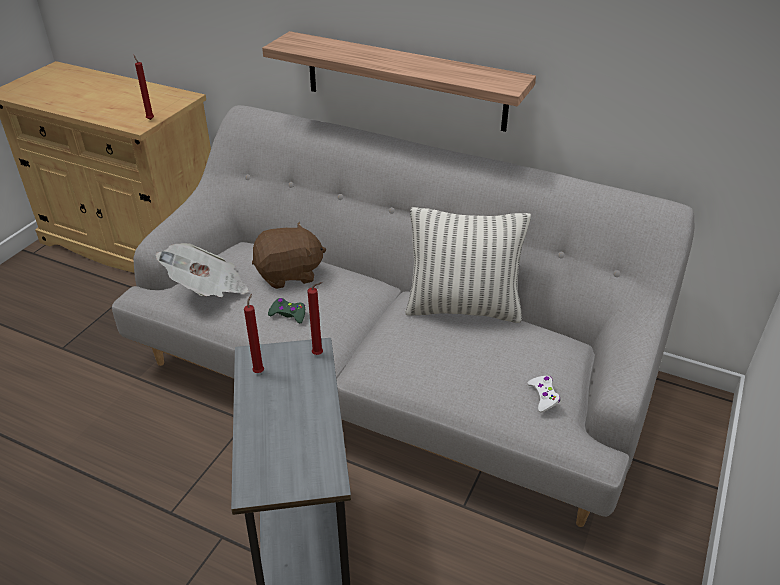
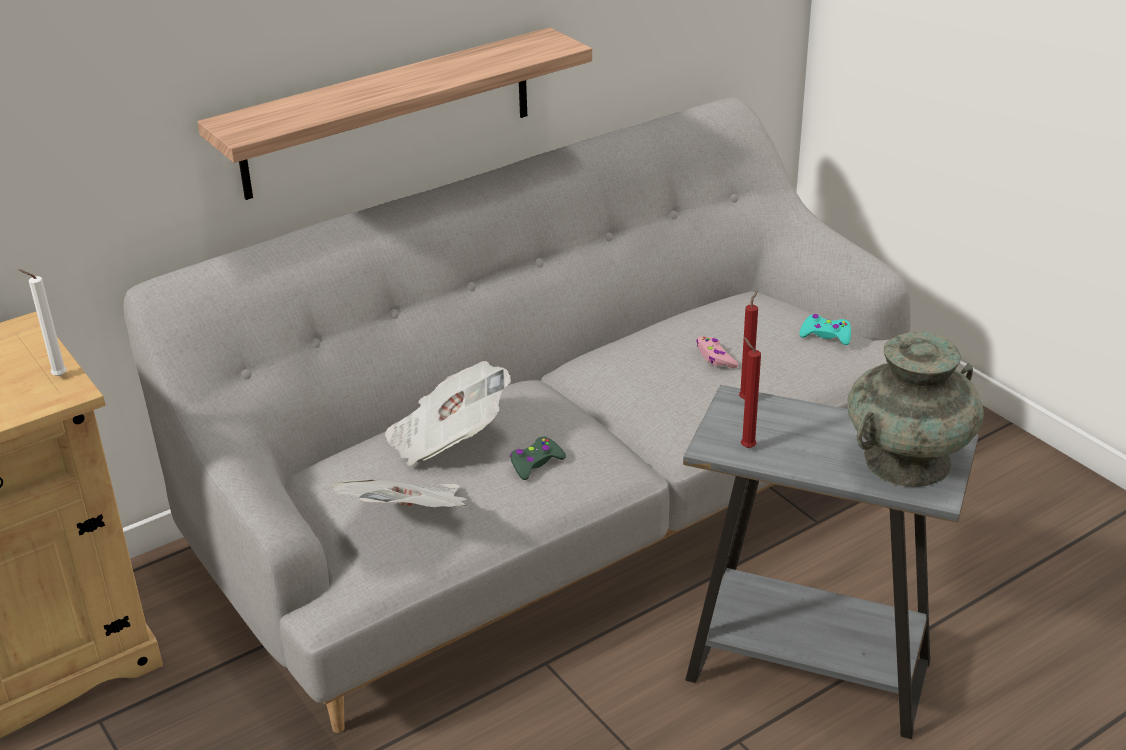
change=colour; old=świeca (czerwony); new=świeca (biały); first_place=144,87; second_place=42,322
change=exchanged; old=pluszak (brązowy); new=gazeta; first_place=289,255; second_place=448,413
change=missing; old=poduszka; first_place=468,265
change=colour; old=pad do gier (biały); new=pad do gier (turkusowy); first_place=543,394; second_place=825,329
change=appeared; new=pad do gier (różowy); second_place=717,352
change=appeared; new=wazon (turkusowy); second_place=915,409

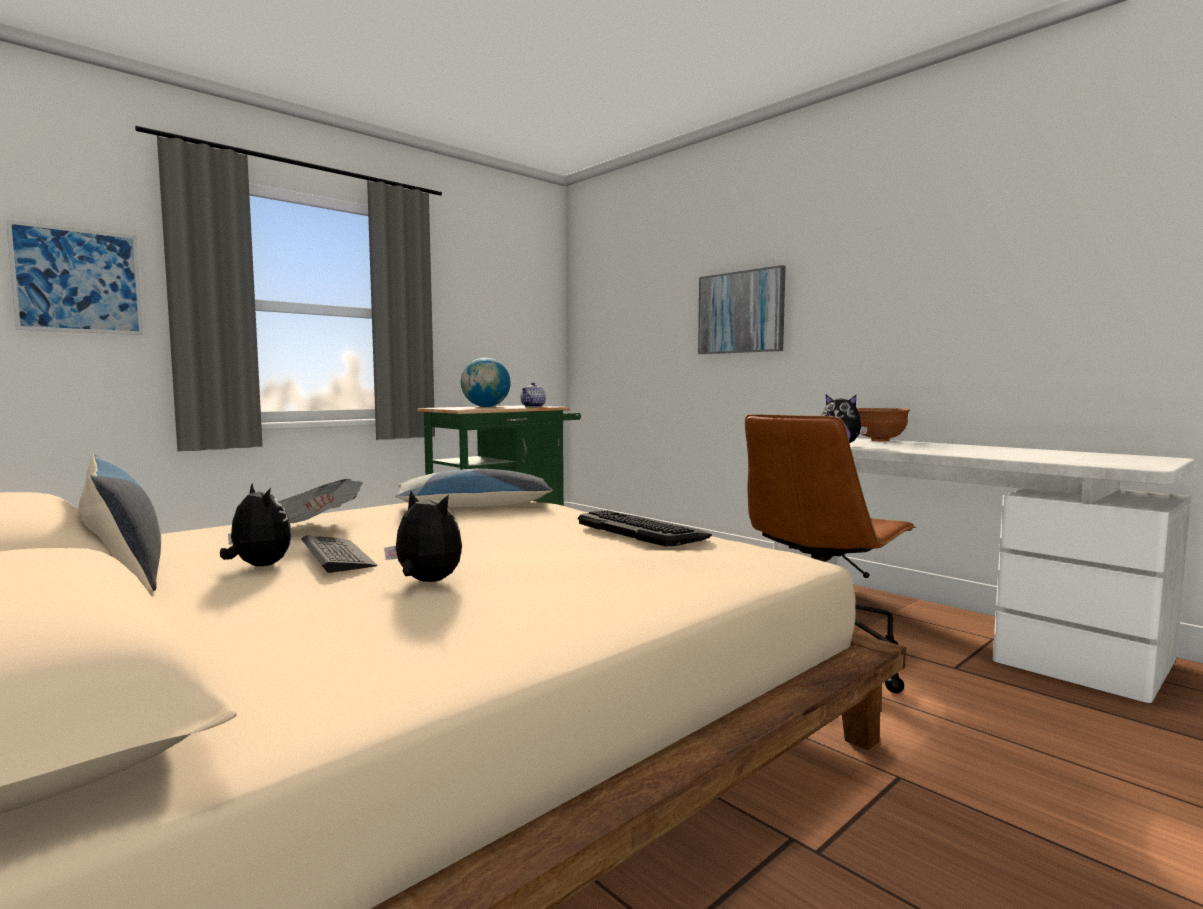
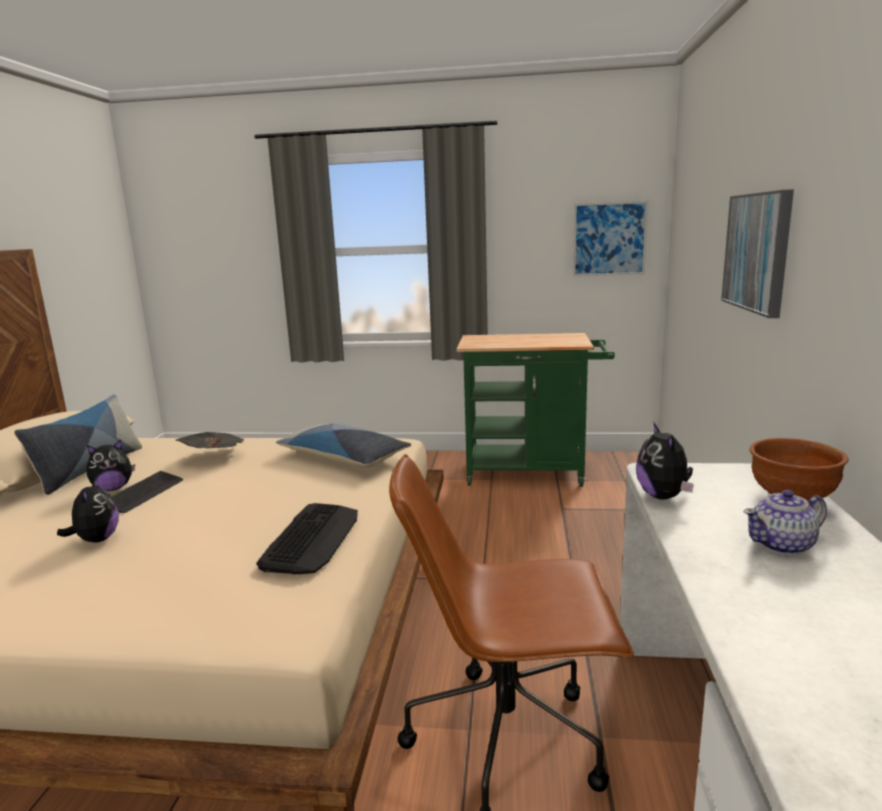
change=relocated; old=obraz; first_place=74,277; second_place=610,238
change=spun; old=pluszak; first_place=256,524; second_place=111,465; degrees=60
change=missing; old=globus; first_place=486,382
change=relocated; old=imbryk; first_place=533,394; second_place=785,522

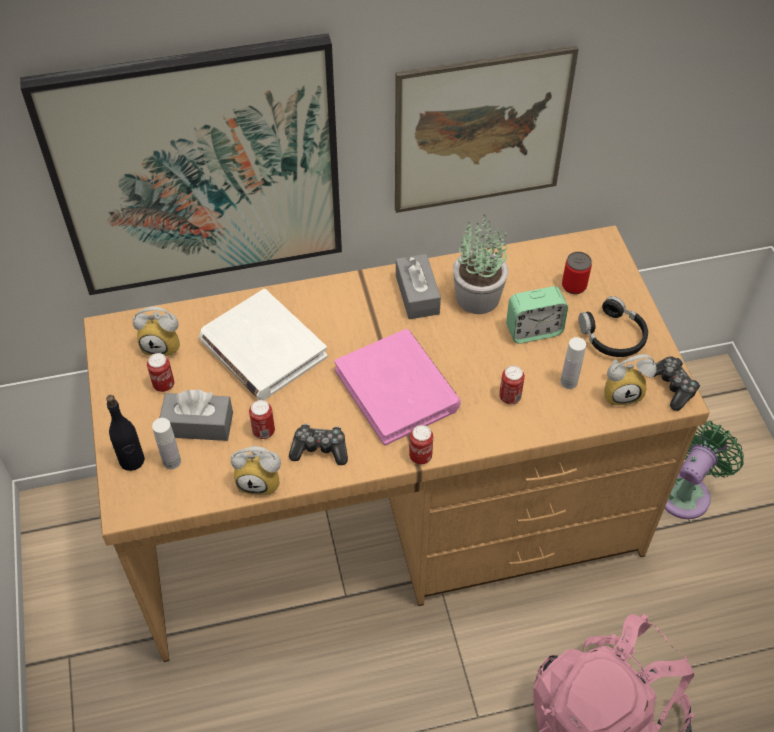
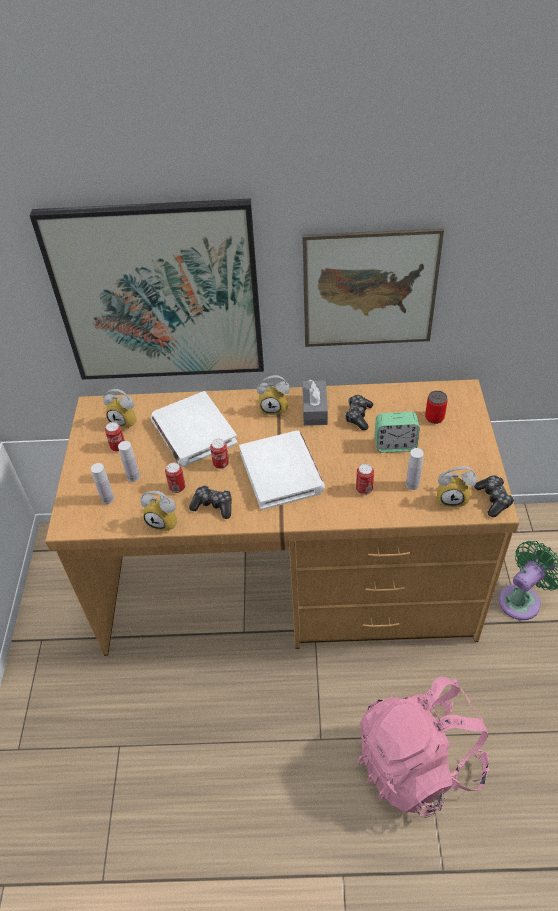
change=missing; old=butelka (czarny); first_place=125,433
change=exchanged; old=pudełko chusteczek (szary); new=butelka (biały); first_place=196,415; second_place=129,461
change=colour; old=książka (różowy); new=książka (biały); first_place=397,387; second_place=282,470
change=relocated; old=puszka; first_place=421,444; second_place=219,454
change=exchanged; old=roślina doniczkowa; new=pad do gier; first_place=480,264; second_place=359,412
change=missing; old=słuchawki (czarny); first_place=613,326
change=appeared; new=budzik; second_place=273,395

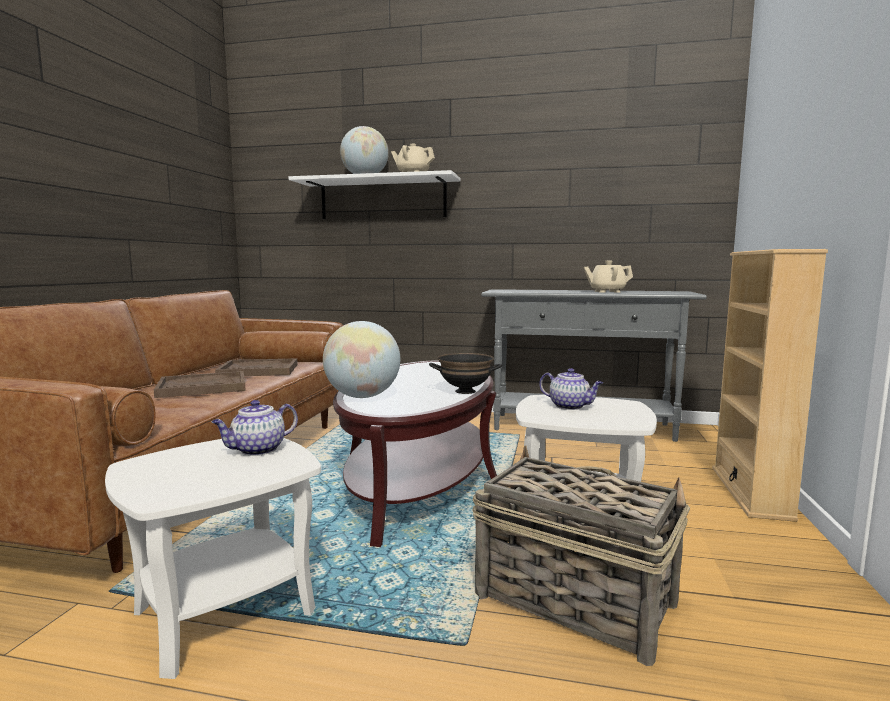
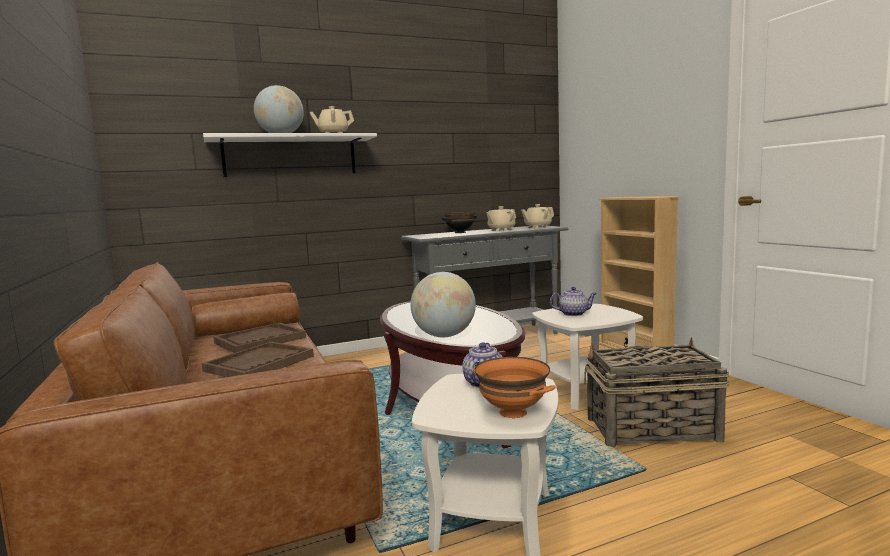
change=relocated; old=miska (czarny); first_place=466,373; second_place=459,222
change=appeared; new=miska (pomarańczowy); second_place=514,387
change=appeared; new=imbryk (beżowy); second_place=537,216

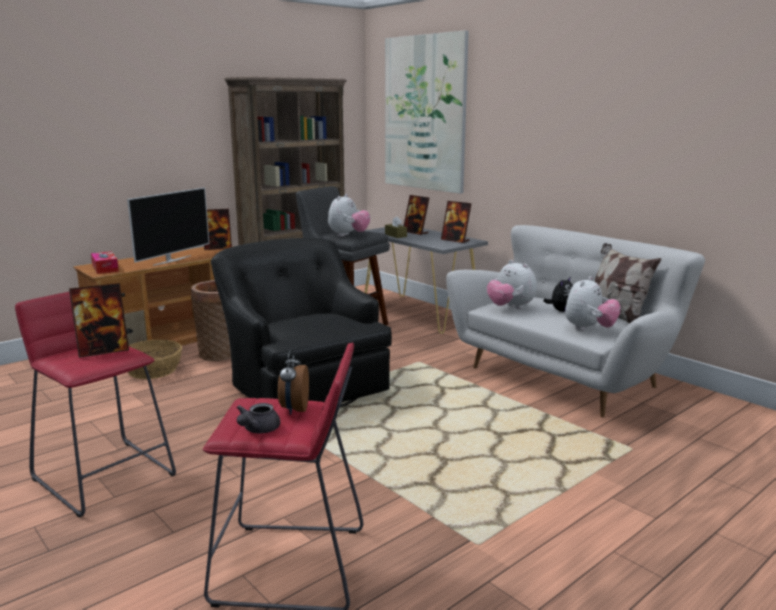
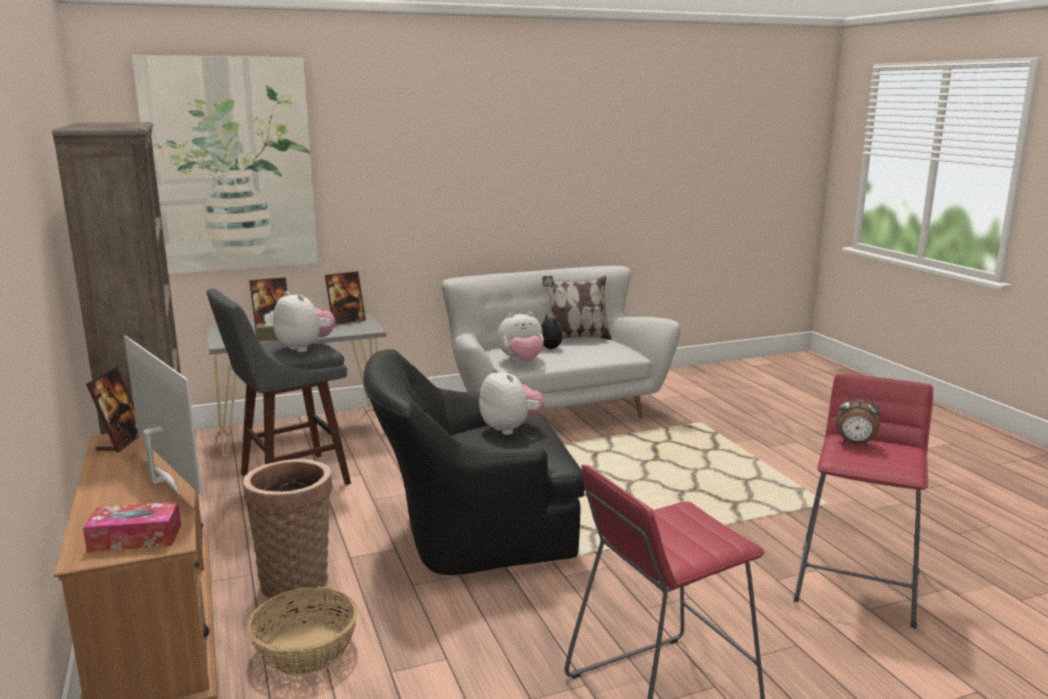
change=missing; old=ramka na zdjęcie; first_place=99,320
change=missing; old=imbryk (szary); first_place=258,418
change=relocated; old=pluszak; first_place=593,303; second_place=512,401

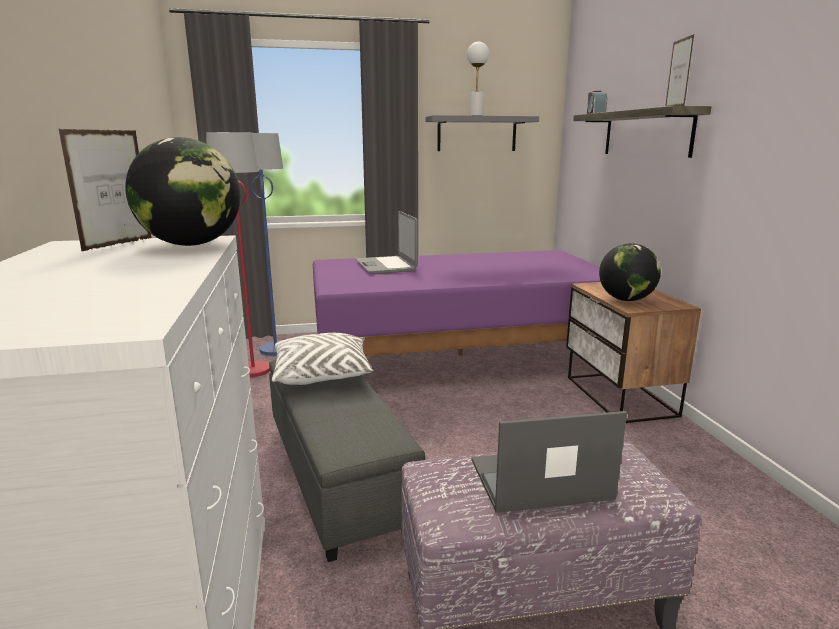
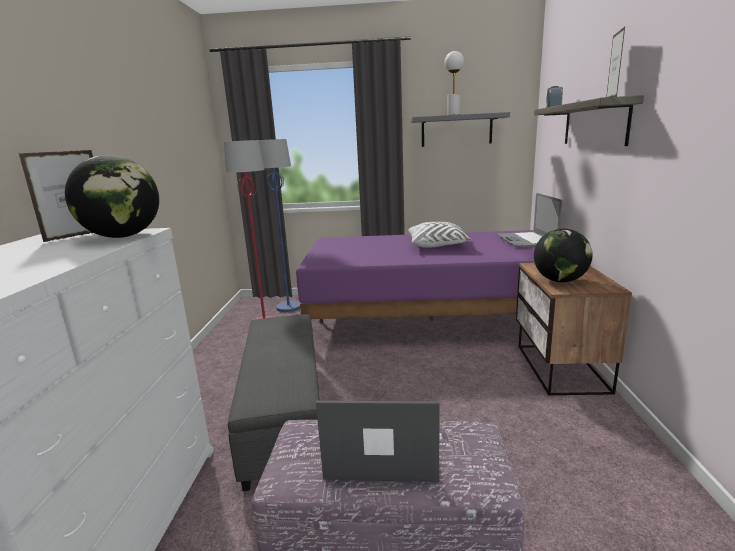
change=relocated; old=poduszka (biały); first_place=322,359; second_place=439,235
change=relocated; old=laptop; first_place=387,242; second_place=530,220

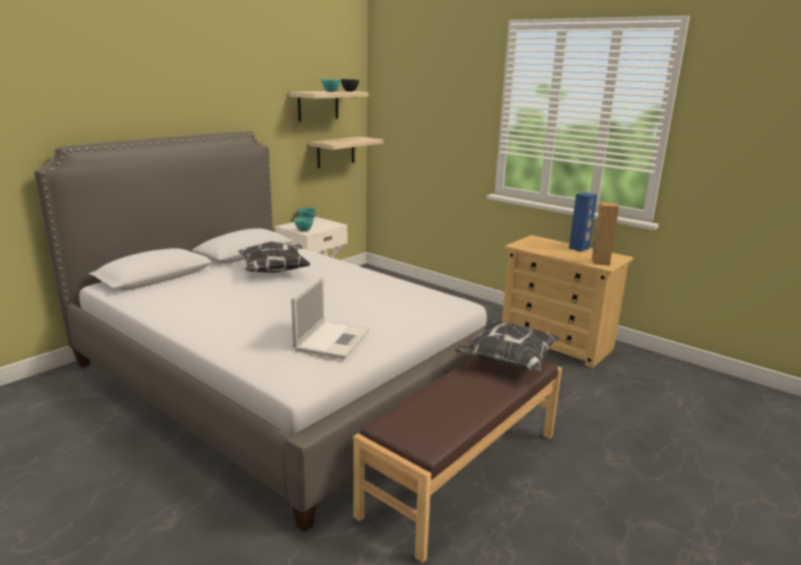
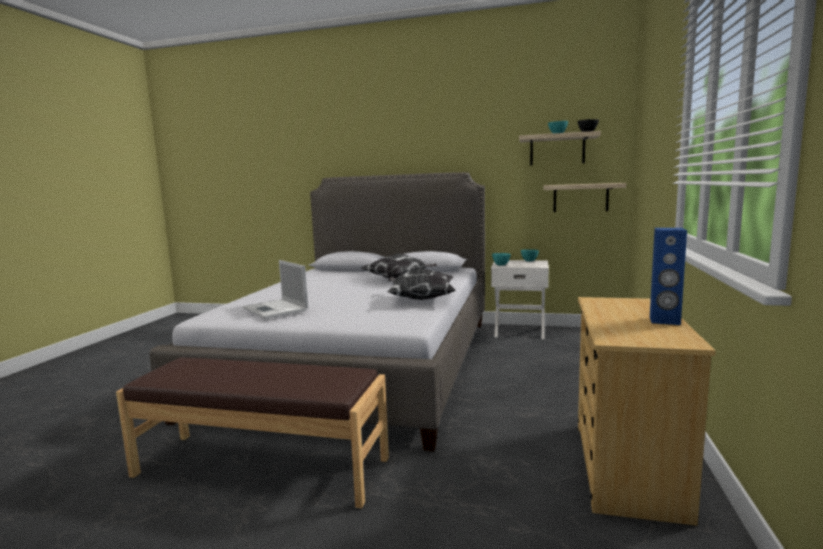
change=spun; old=laptop; first_place=330,317; second_place=275,289; degrees=60
change=relocated; old=poduszka; first_place=508,345; second_place=421,284
change=missing; old=głośnik (brązowy); first_place=605,233

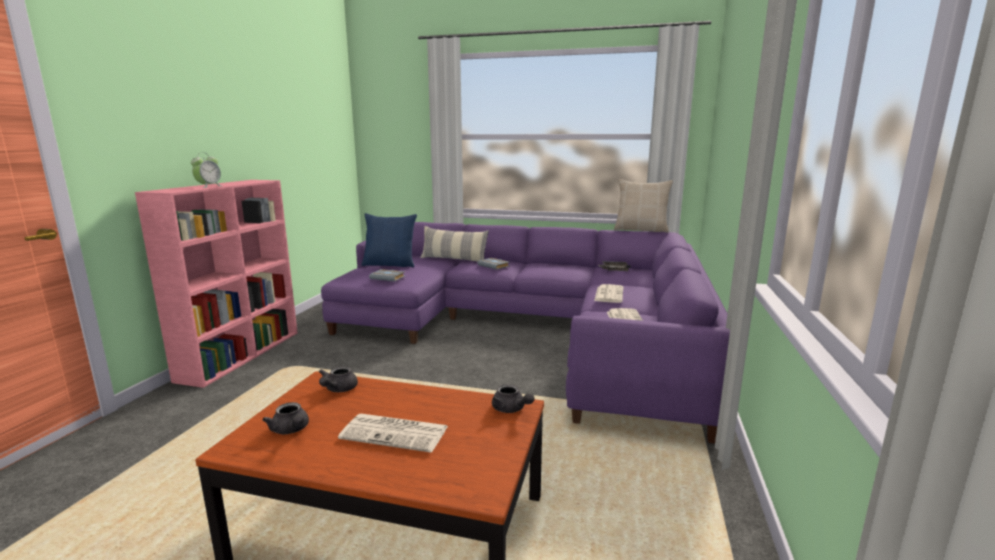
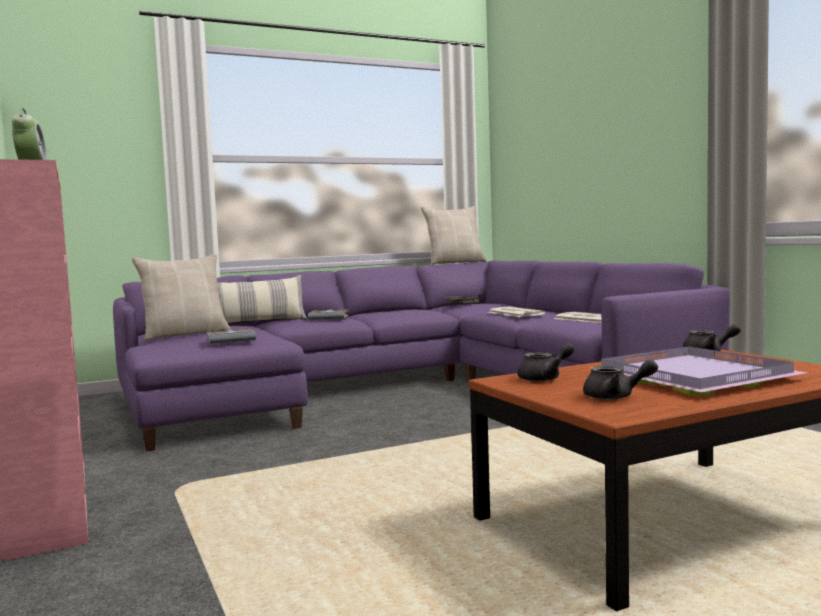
change=spun; old=imbryk (szary); first_place=338,379; second_place=546,362; degrees=-90
change=exchanged; old=gazeta; new=taca (fioletowy); first_place=393,433; second_place=699,371
change=colour; old=poduszka (niebieski); new=poduszka (beżowy); first_place=389,240; second_place=181,297

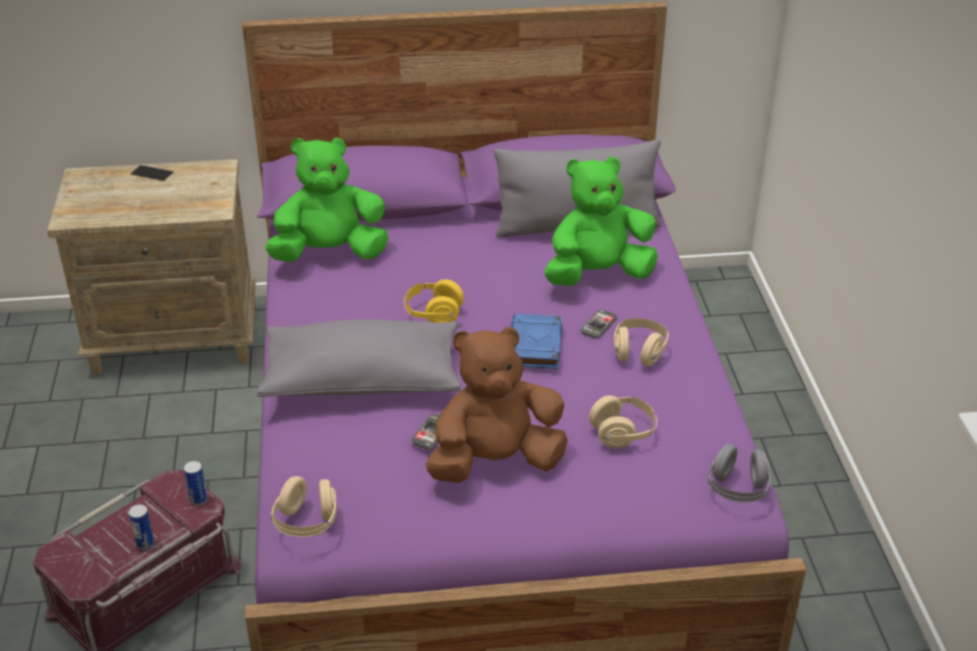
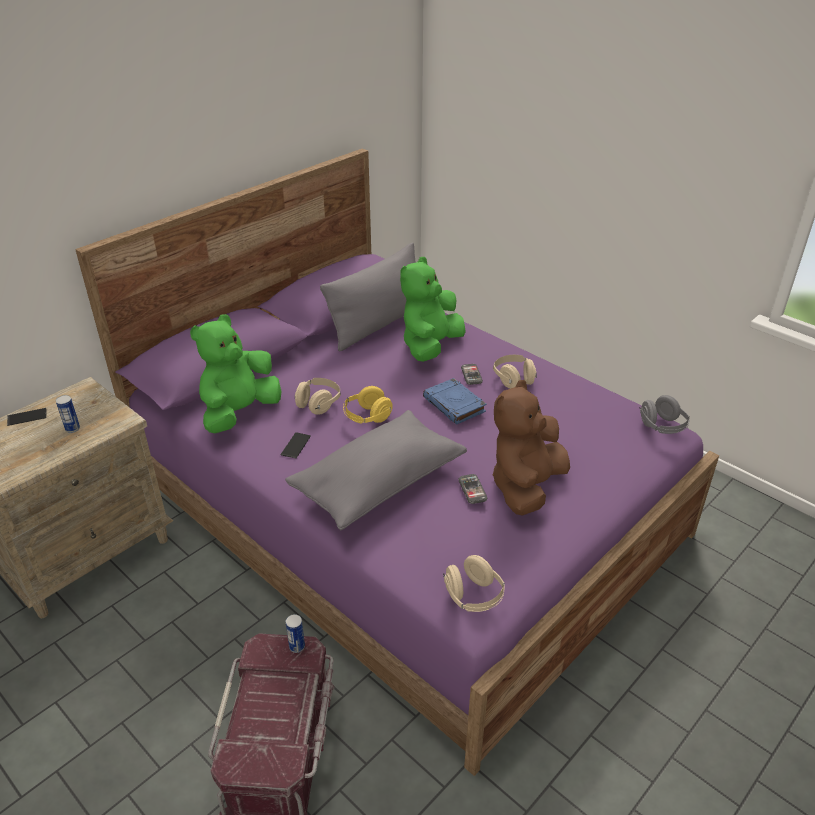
change=relocated; old=puszka; first_place=141,527; second_place=68,414
change=relocated; old=słuchawki (beżowy); first_place=623,421; second_place=318,396
change=appeared; new=telefon; second_place=295,445

